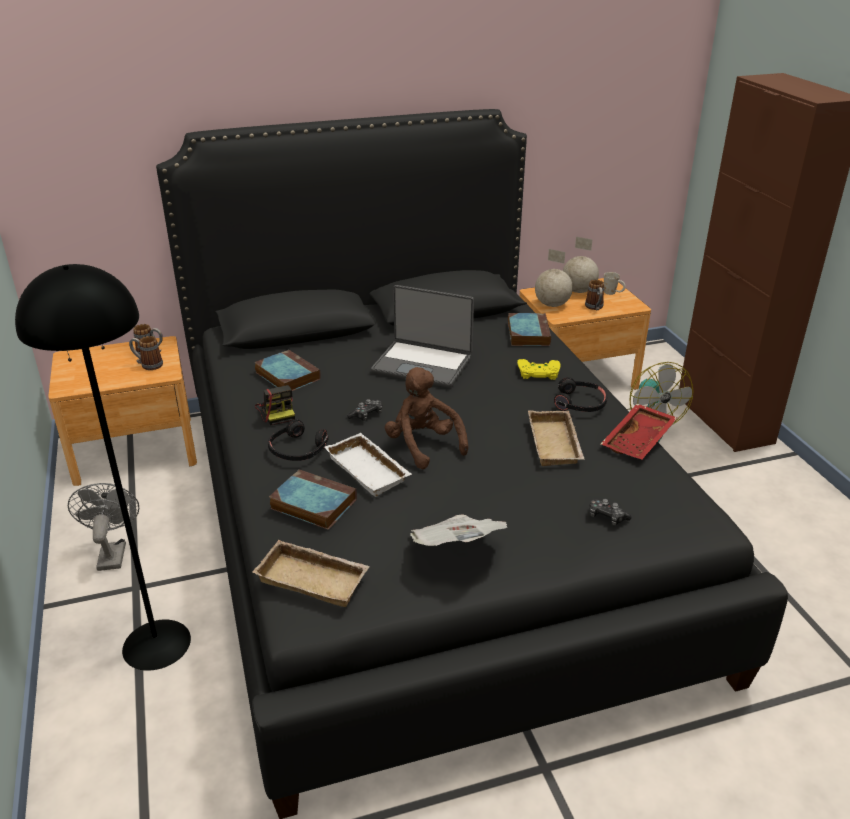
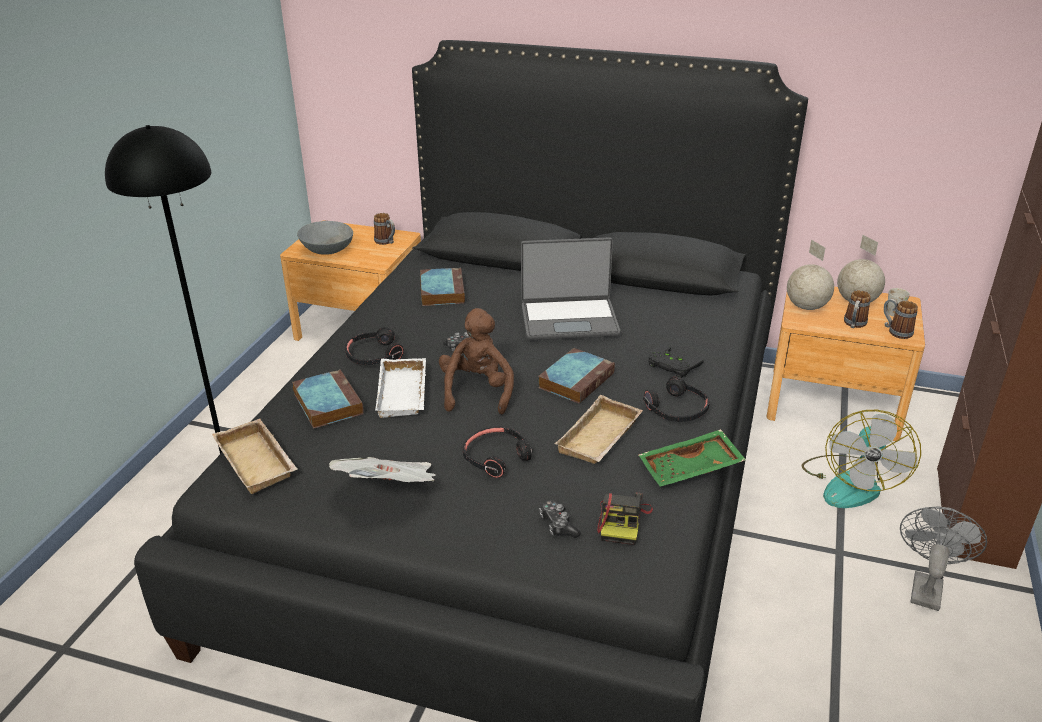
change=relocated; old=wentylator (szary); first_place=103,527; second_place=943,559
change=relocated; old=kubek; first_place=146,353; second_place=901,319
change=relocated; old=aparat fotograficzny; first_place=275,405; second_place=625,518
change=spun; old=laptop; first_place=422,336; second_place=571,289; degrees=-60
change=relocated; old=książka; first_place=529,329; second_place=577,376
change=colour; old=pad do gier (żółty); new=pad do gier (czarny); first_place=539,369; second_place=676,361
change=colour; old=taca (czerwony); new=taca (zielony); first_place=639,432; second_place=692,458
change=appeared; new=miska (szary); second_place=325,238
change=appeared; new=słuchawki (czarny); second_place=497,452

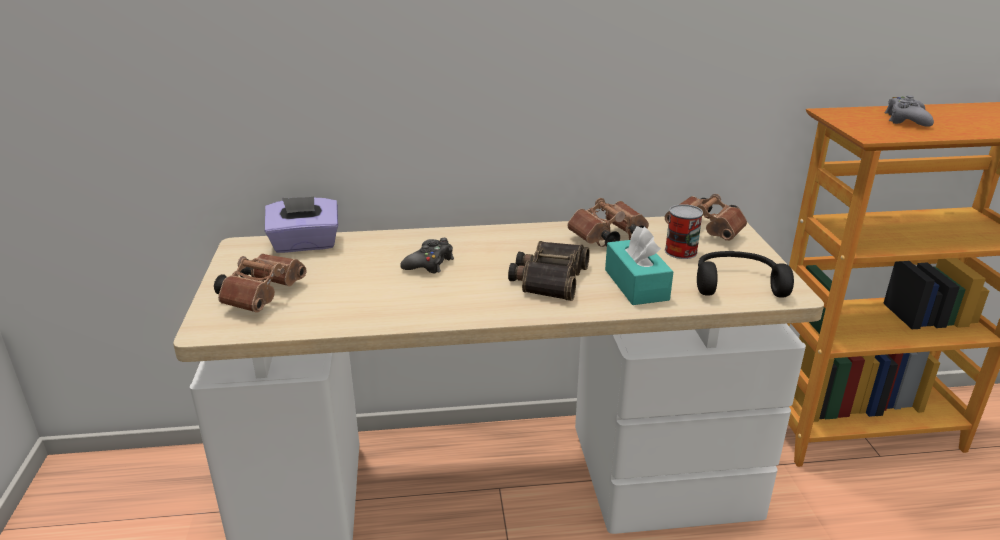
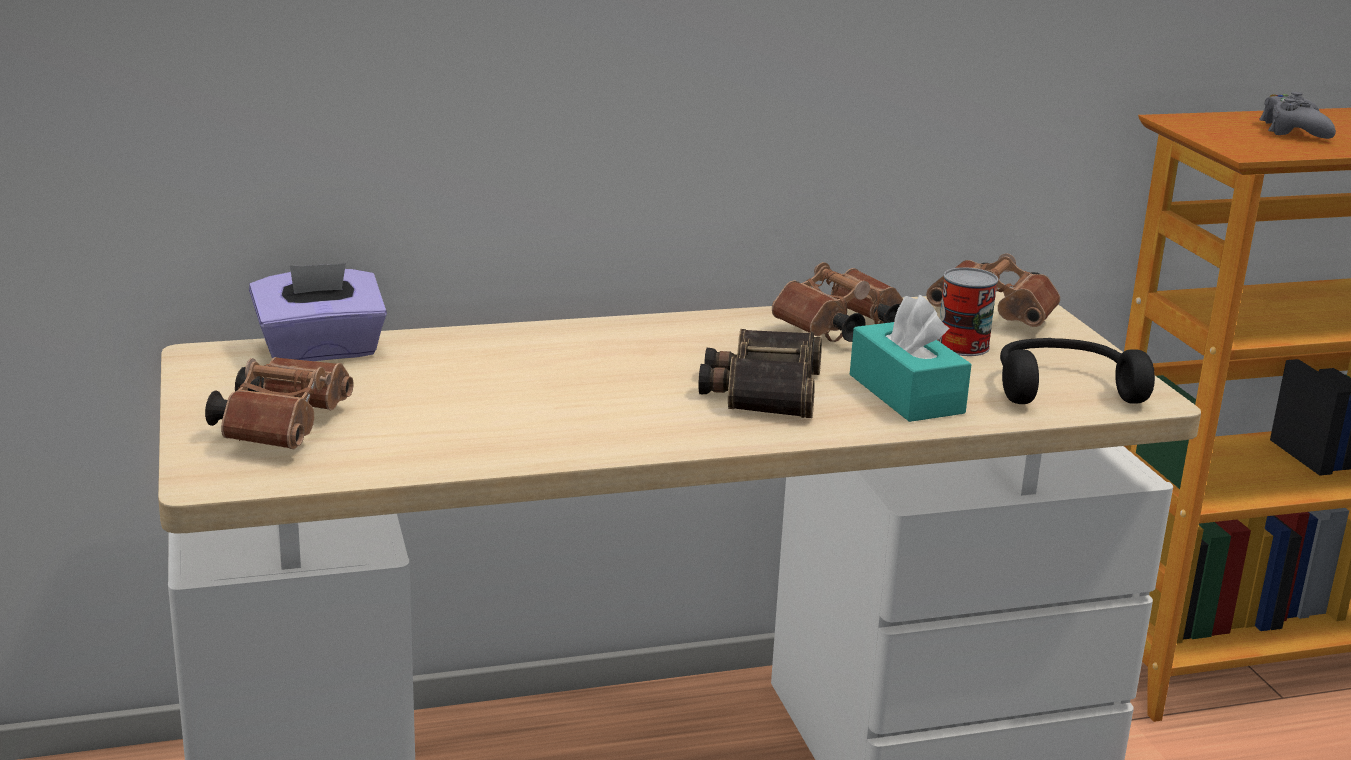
change=missing; old=pad do gier (czarny); first_place=427,255

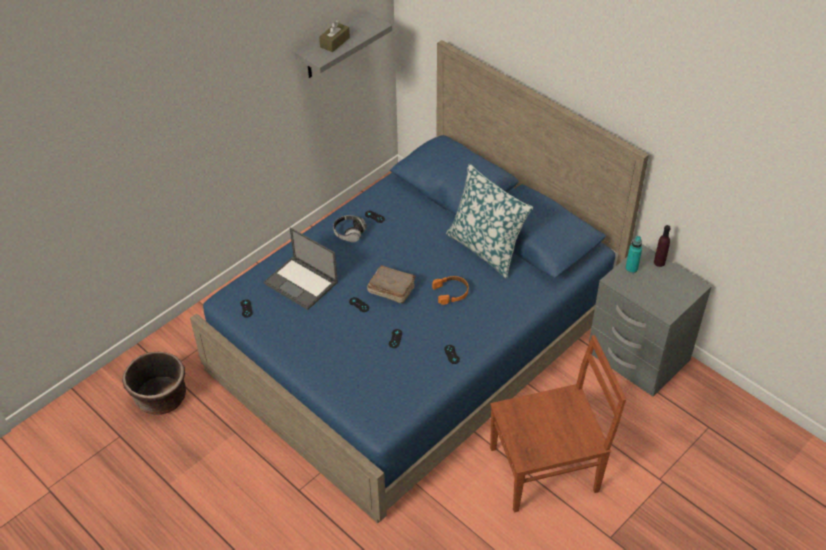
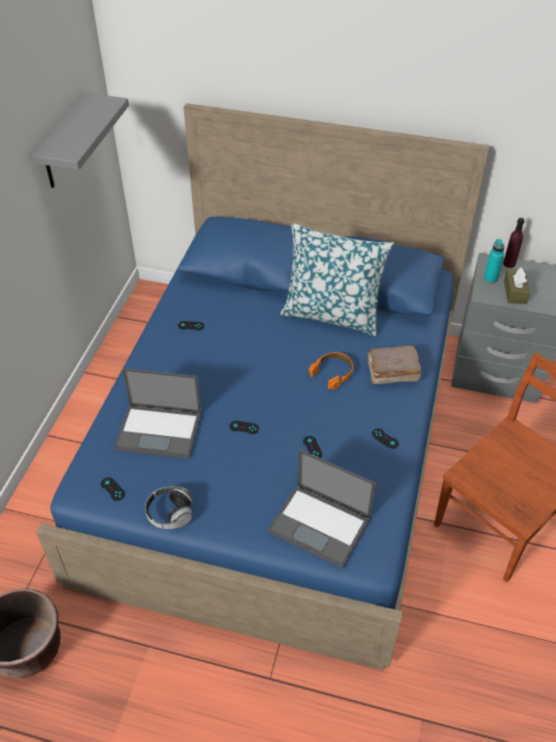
change=relocated; old=pudełko chusteczek (brązowy); first_place=334,36; second_place=517,285
change=relocated; old=słuchawki; first_place=350,228; second_place=169,507
change=relocated; old=książka (brązowy); first_place=391,284; second_place=395,364
change=appeared; new=laptop; second_place=322,509

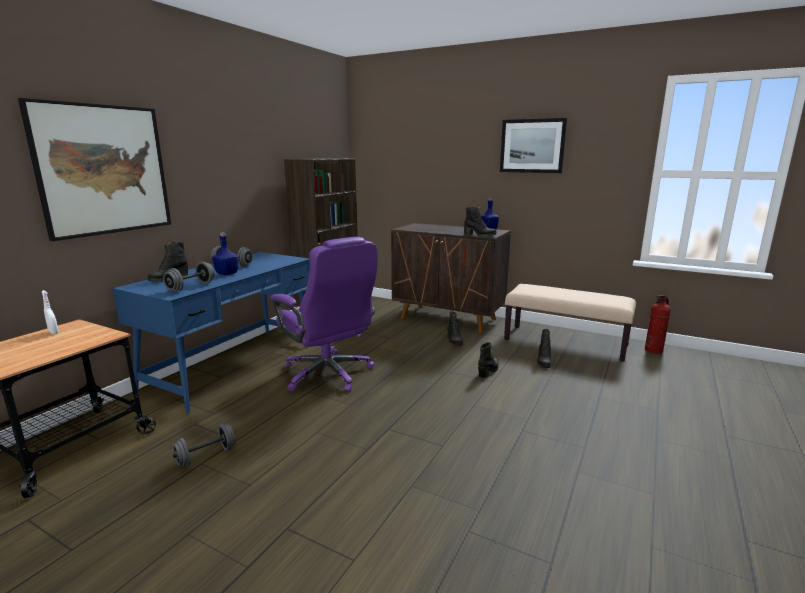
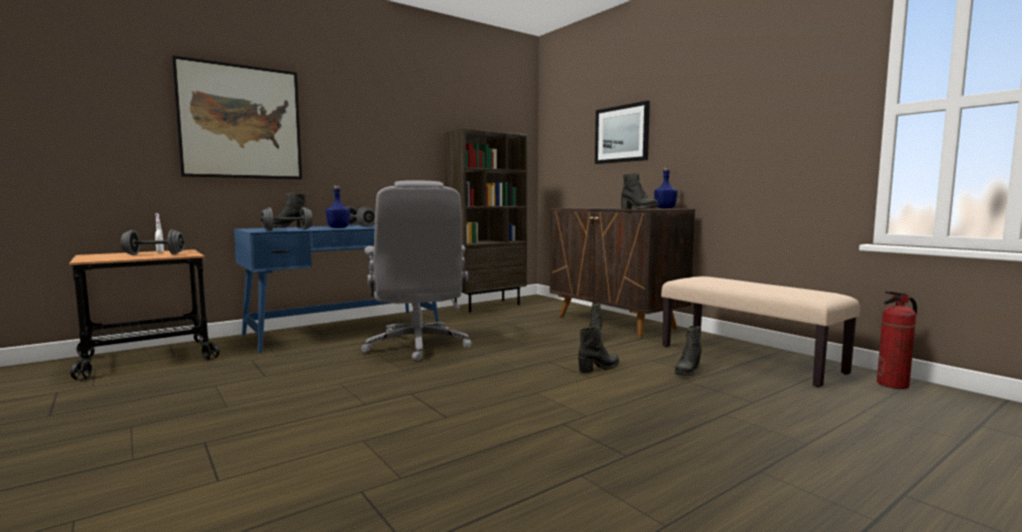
change=relocated; old=hantel (szary); first_place=204,445; second_place=153,242
change=colour; old=krzesło biurowe (fioletowy); new=krzesło biurowe (szary); first_place=324,314; second_place=416,270
change=relocated; old=obraz; first_place=533,145; second_place=622,132

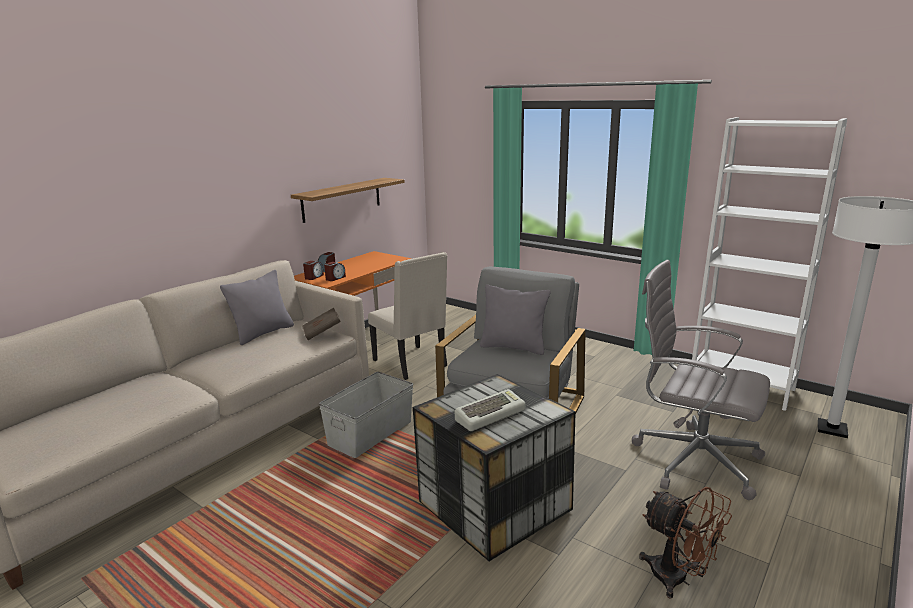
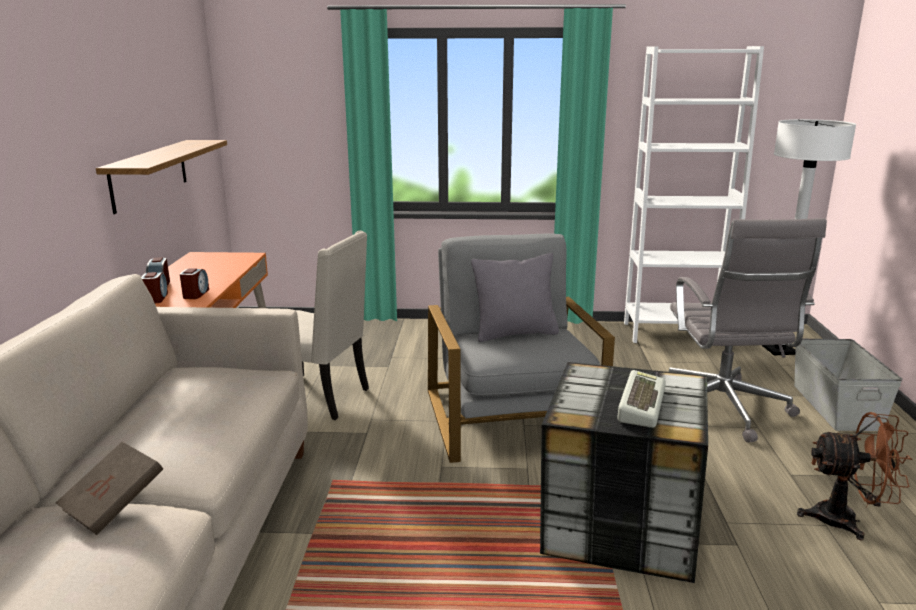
change=missing; old=poduszka (szary); first_place=257,307
change=relocated; old=książka (brązowy); first_place=321,324; second_place=109,488
change=relocated; old=pojemnik do przechowywania (szary); first_place=366,415; second_place=848,385
change=spun; old=krzesło biurowe (szary); first_place=701,380; second_place=748,330; degrees=-90

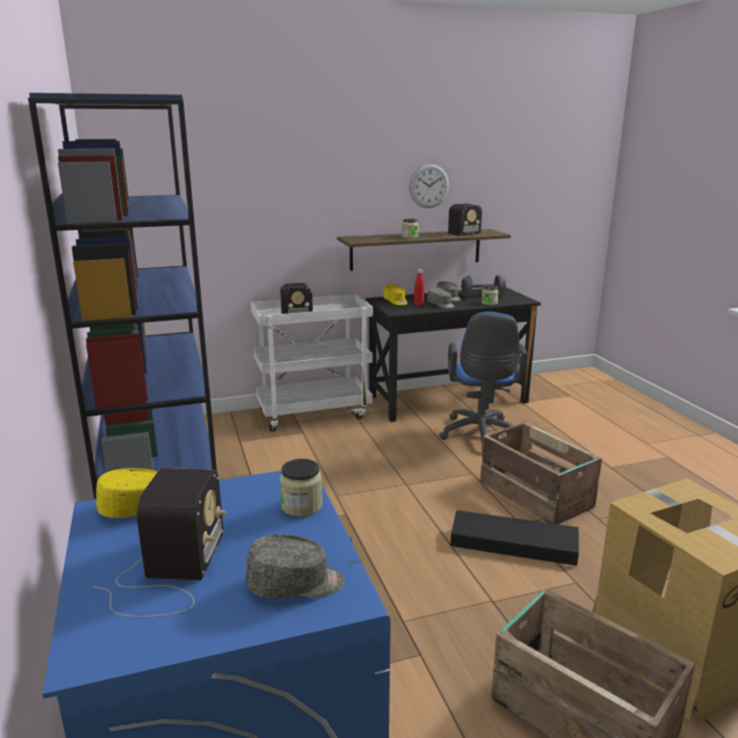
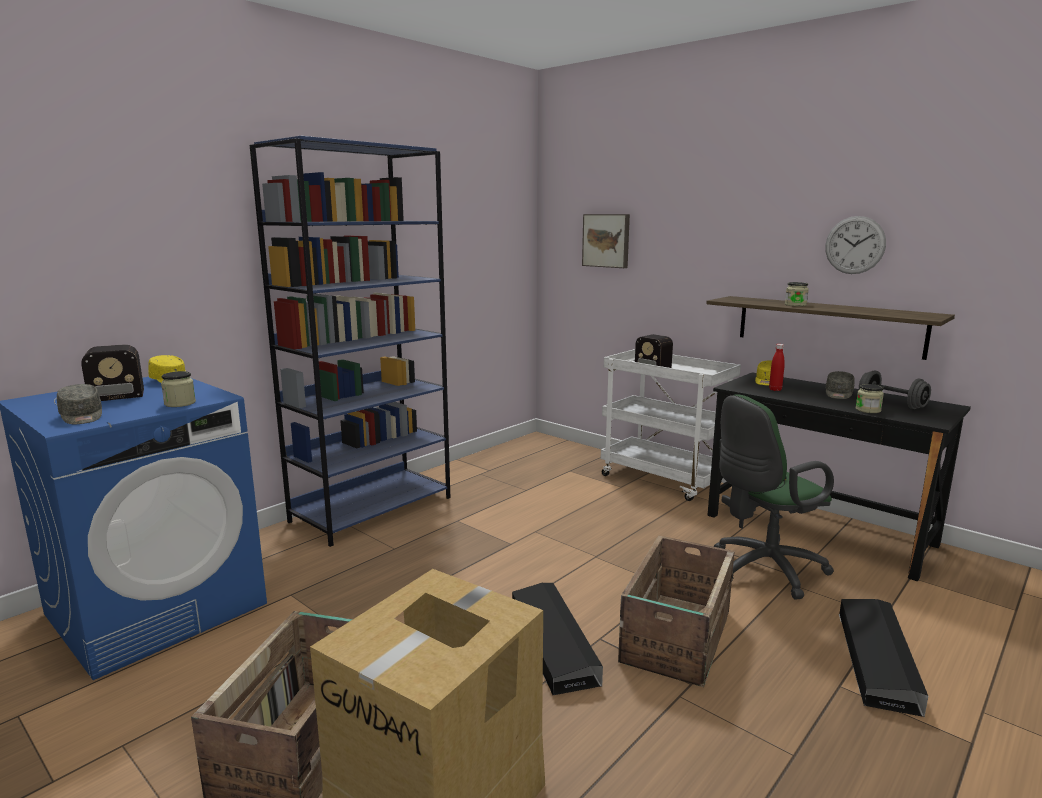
change=missing; old=czapka z daszkiem (szary); first_place=441,298
change=missing; old=radio; first_place=457,220
change=colour; old=krzesło biurowe (niebieski); new=krzesło biurowe (zielony); first_place=483,380; second_place=774,497
change=appeared; new=obraz; second_place=606,241
change=appeared; new=pojemnik do przechowywania (czarny); second_place=883,658

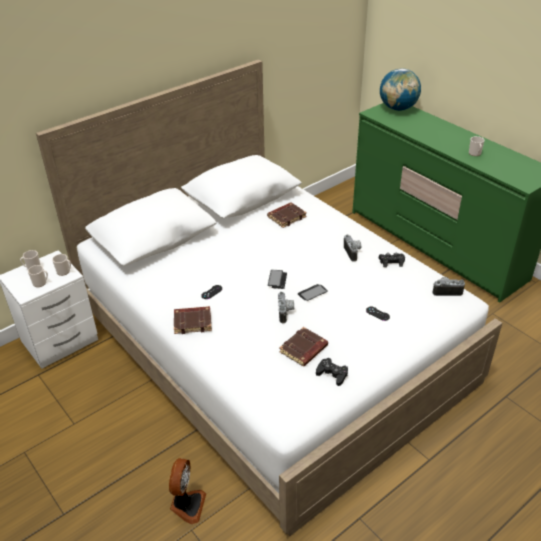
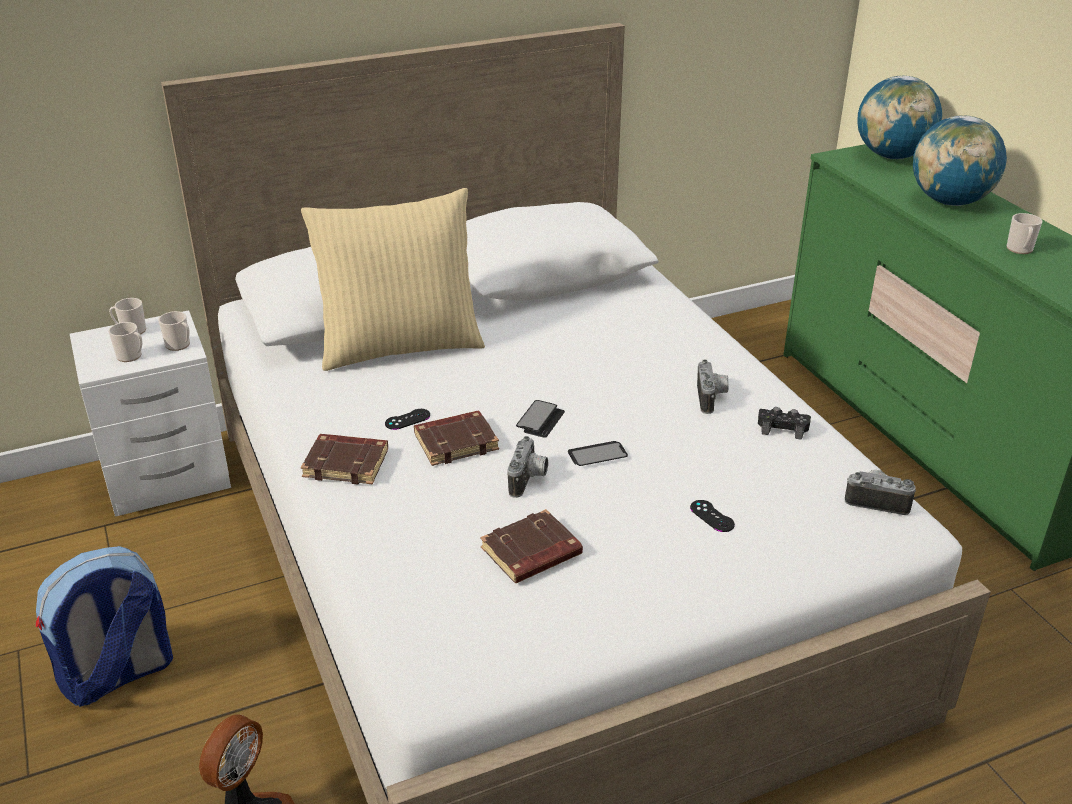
change=relocated; old=książka (brązowy); first_place=287,215; second_place=456,438
change=missing; old=pad do gier (czarny); first_place=332,372
change=appeared; new=plecak; second_place=104,626
change=appeared; new=poduszka (beżowy); second_place=393,279
change=appeared; new=globus; second_place=960,160

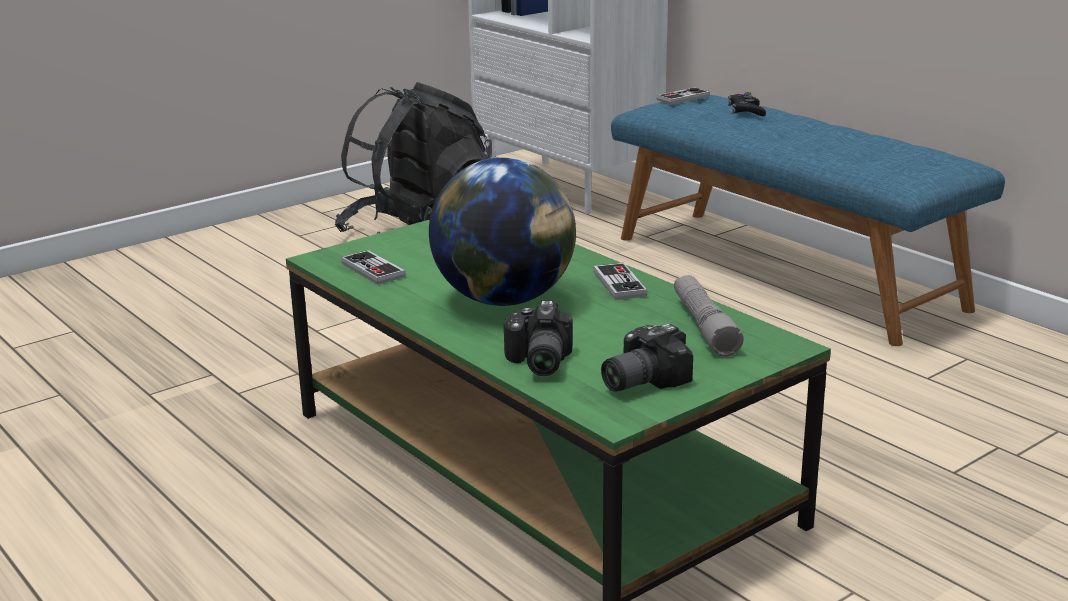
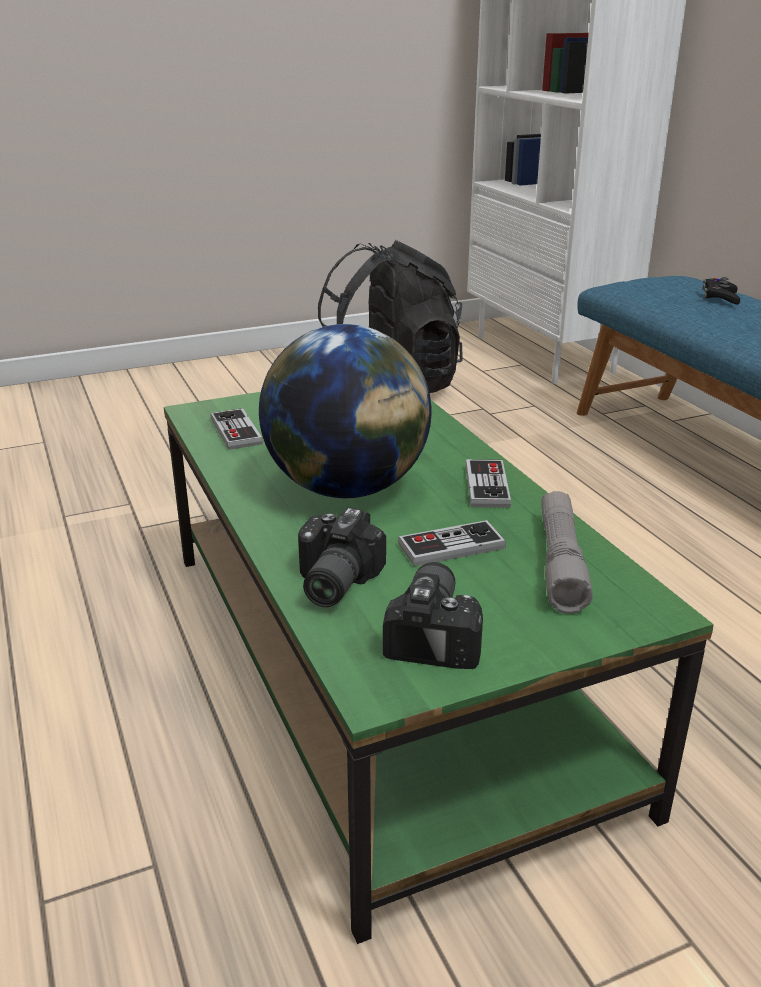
change=spun; old=aparat fotograficzny; first_place=647,358; second_place=433,615; degrees=120
change=relocated; old=pad do gier; first_place=683,96; second_place=452,543

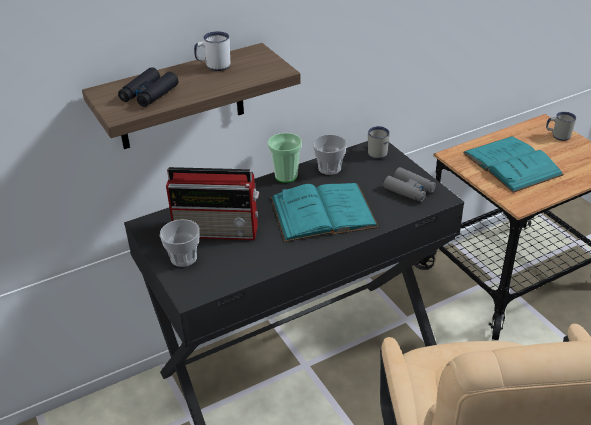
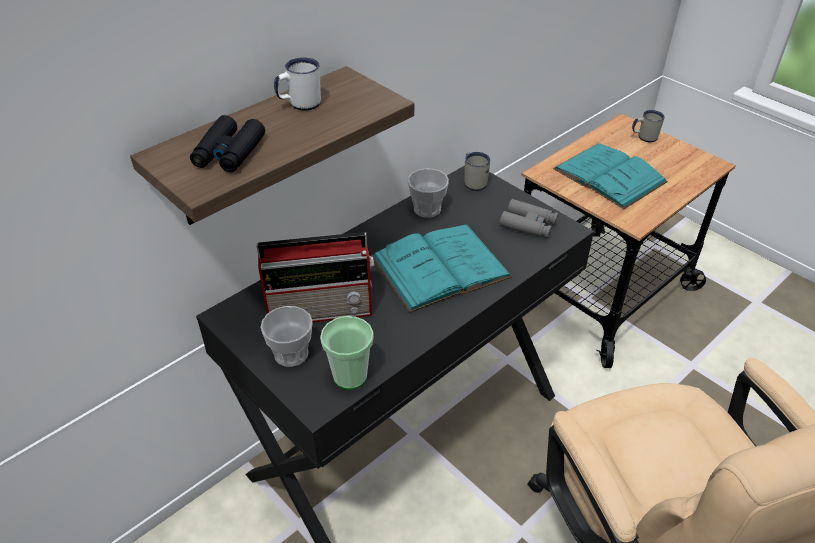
change=relocated; old=filiżanka; first_place=285,158; second_place=347,353

